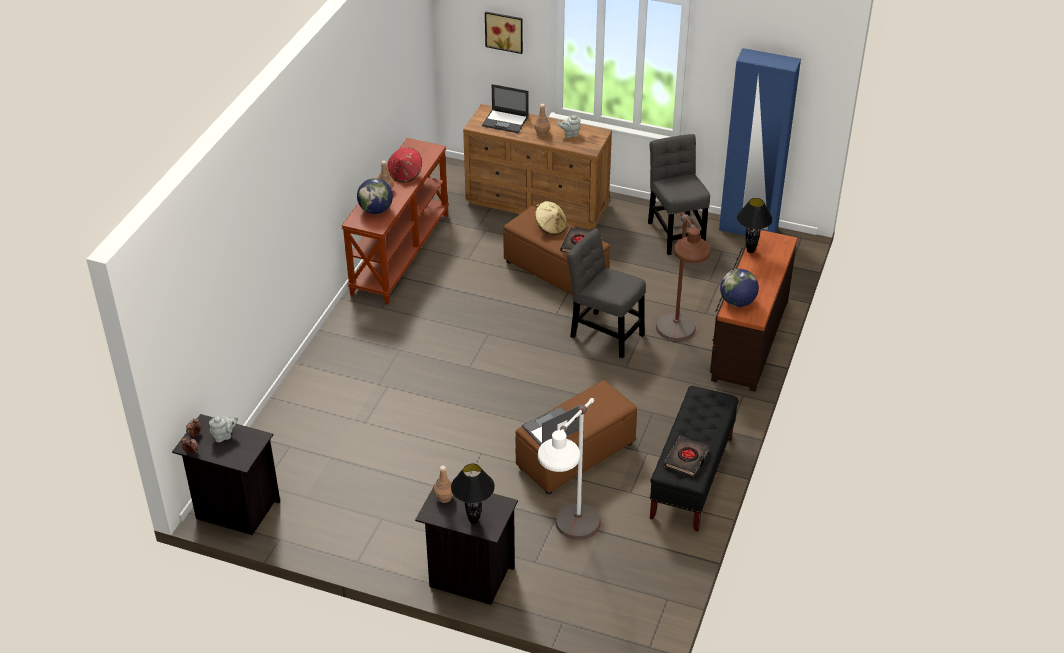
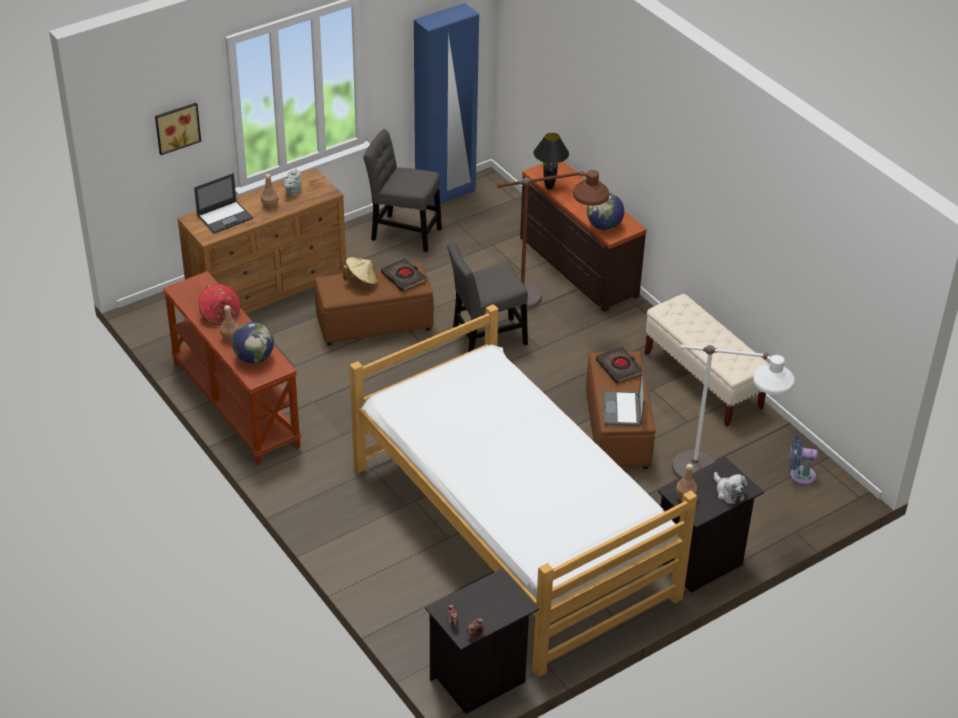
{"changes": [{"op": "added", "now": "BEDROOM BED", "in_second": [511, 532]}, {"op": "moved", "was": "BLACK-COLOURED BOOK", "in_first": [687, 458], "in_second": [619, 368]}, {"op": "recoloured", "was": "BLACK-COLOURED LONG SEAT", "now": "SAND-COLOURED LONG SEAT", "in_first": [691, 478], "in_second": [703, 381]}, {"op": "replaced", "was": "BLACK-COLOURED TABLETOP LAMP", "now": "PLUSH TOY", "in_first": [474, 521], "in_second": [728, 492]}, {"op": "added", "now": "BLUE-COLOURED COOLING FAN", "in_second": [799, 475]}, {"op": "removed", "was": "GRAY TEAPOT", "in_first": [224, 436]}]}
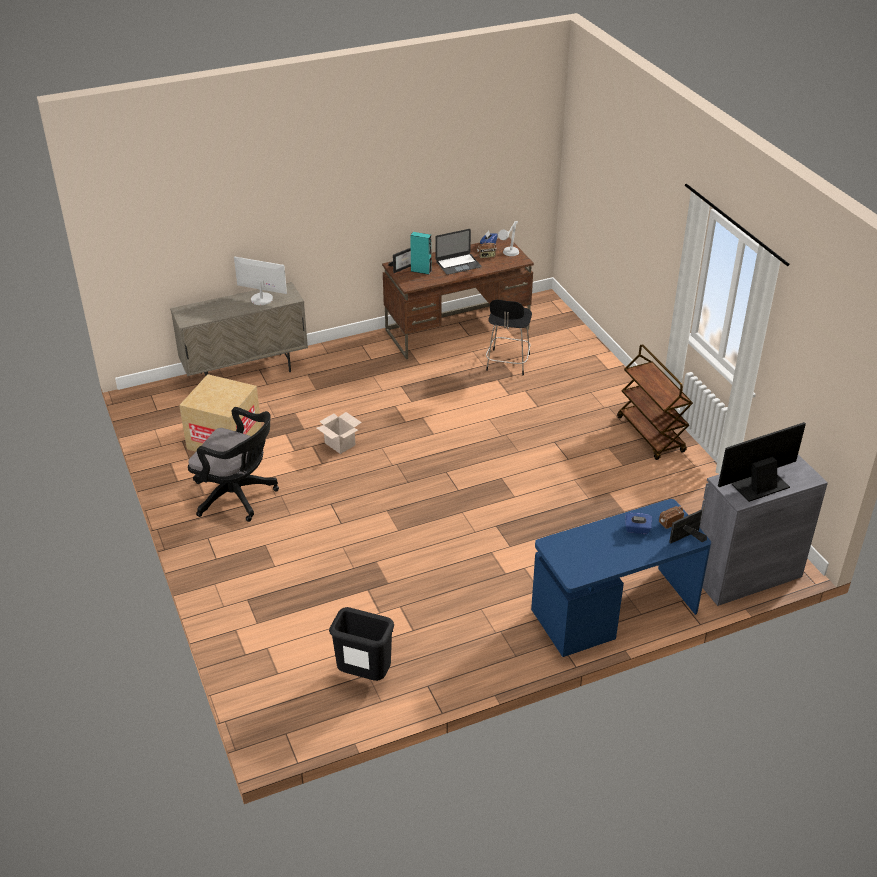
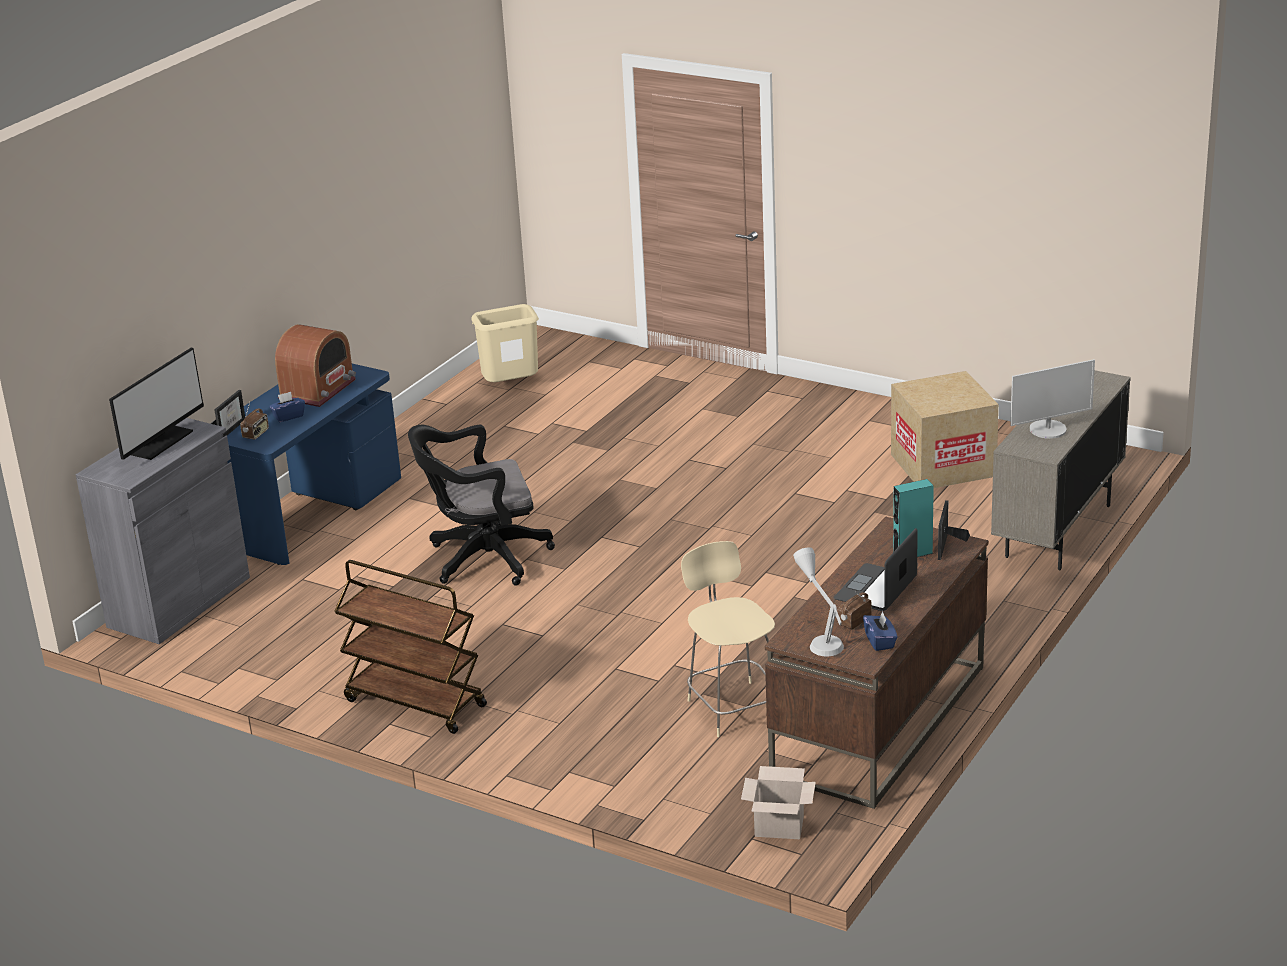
{"changes": [{"op": "added", "now": "RADIO", "in_second": [318, 389]}, {"op": "moved", "was": "BLACK-COLOURED DESK CHAIR", "in_first": [238, 496], "in_second": [482, 559]}, {"op": "recoloured", "was": "BLACK-COLOURED RUBBISH BIN", "now": "SAND-COLOURED RUBBISH BIN", "in_first": [363, 676], "in_second": [511, 387]}, {"op": "recoloured", "was": "BLACK-COLOURED STOOL", "now": "SAND-COLOURED STOOL", "in_first": [507, 363], "in_second": [733, 707]}, {"op": "moved", "was": "CARDBOARD BOX", "in_first": [340, 444], "in_second": [777, 827]}]}
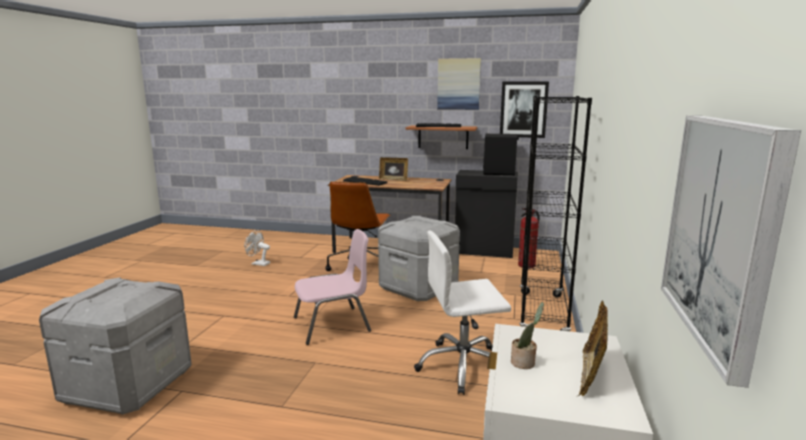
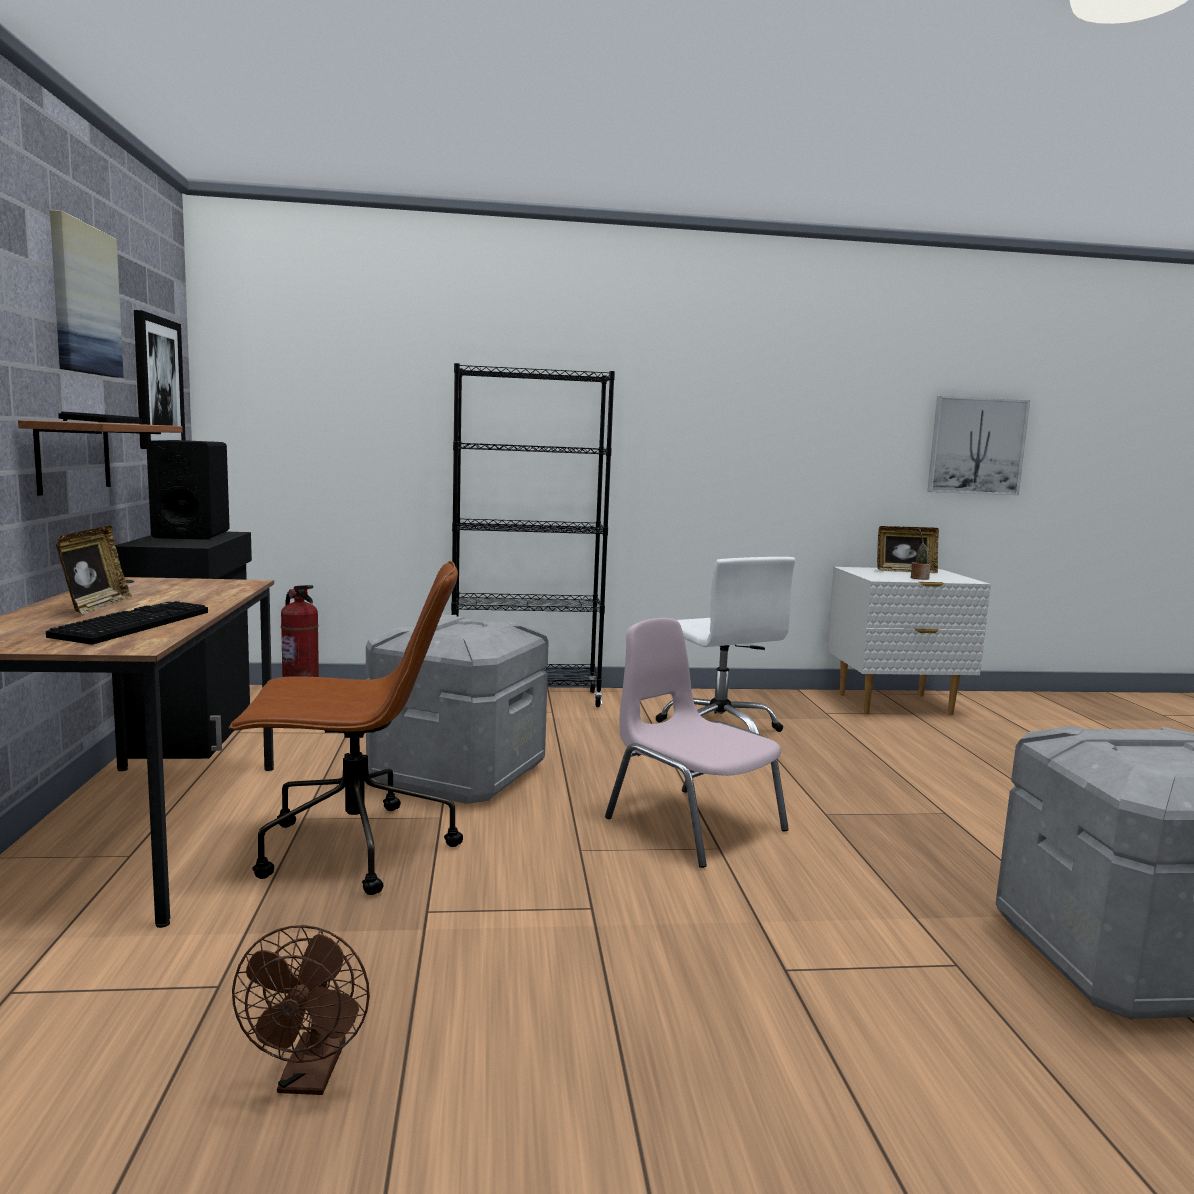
{"changes": [{"op": "recoloured", "was": "WHITISH COOLING FAN", "now": "BROWN-COLOURED COOLING FAN", "in_first": [258, 263], "in_second": [309, 1078]}]}
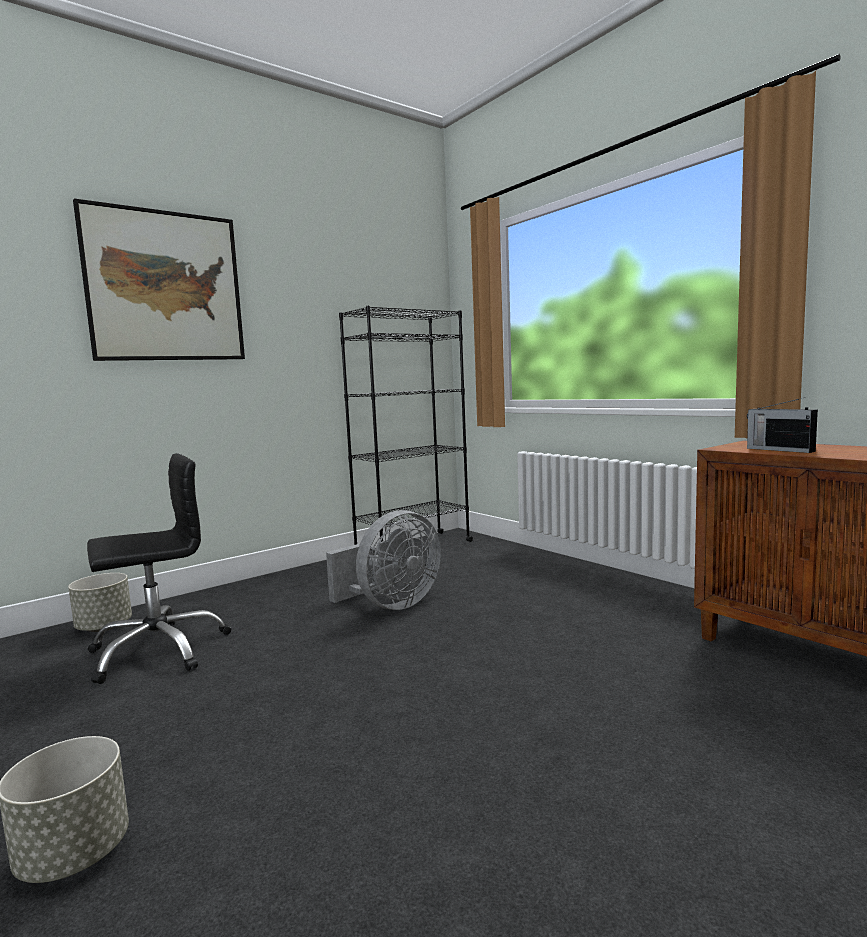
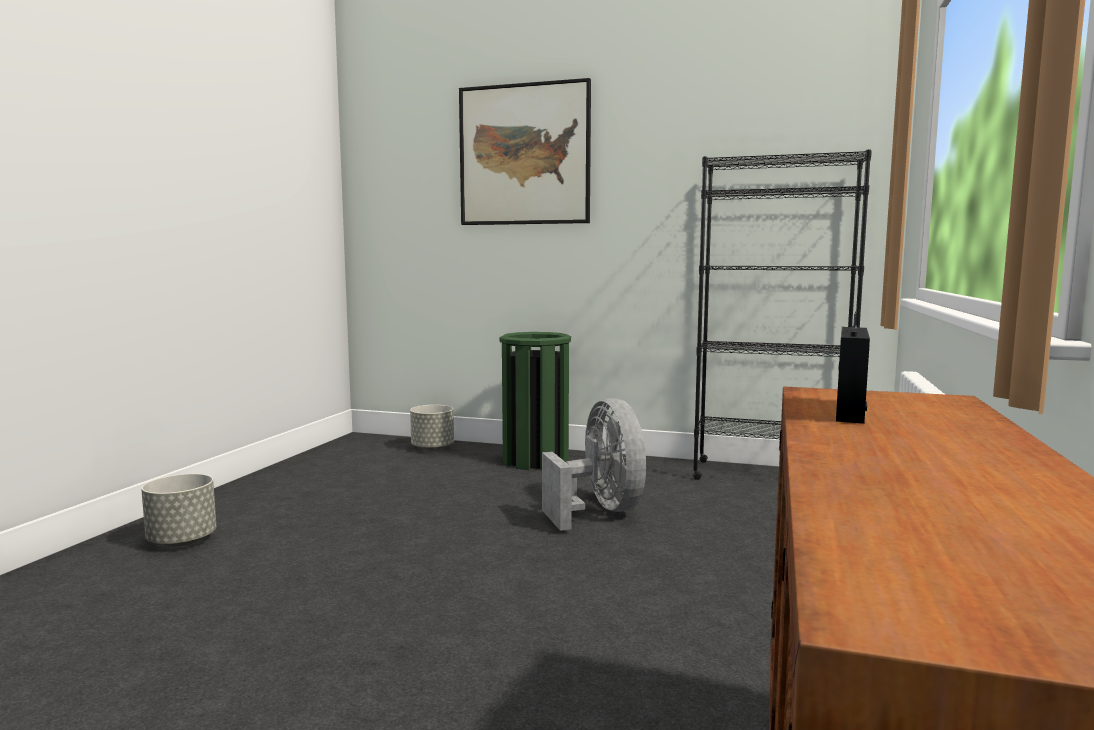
{"changes": [{"op": "added", "now": "GREENISH RUBBISH BIN", "in_second": [535, 460]}, {"op": "turned", "was": "GRAY COOLING FAN", "in_first": [391, 605], "in_second": [600, 511], "clockwise": -120}, {"op": "removed", "was": "BLACK-COLOURED DESK CHAIR", "in_first": [158, 650]}]}
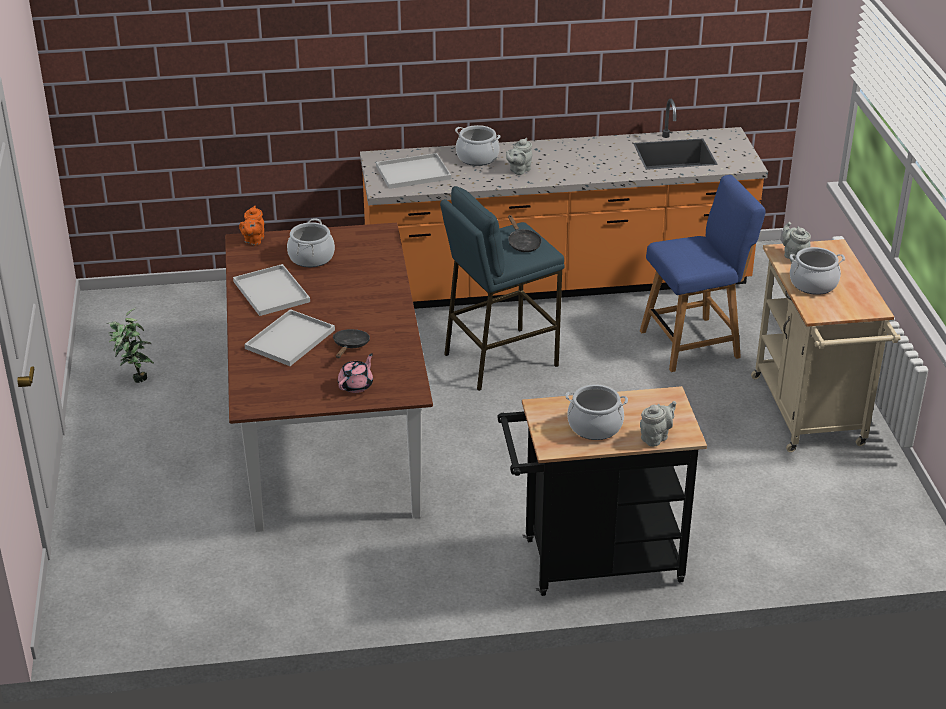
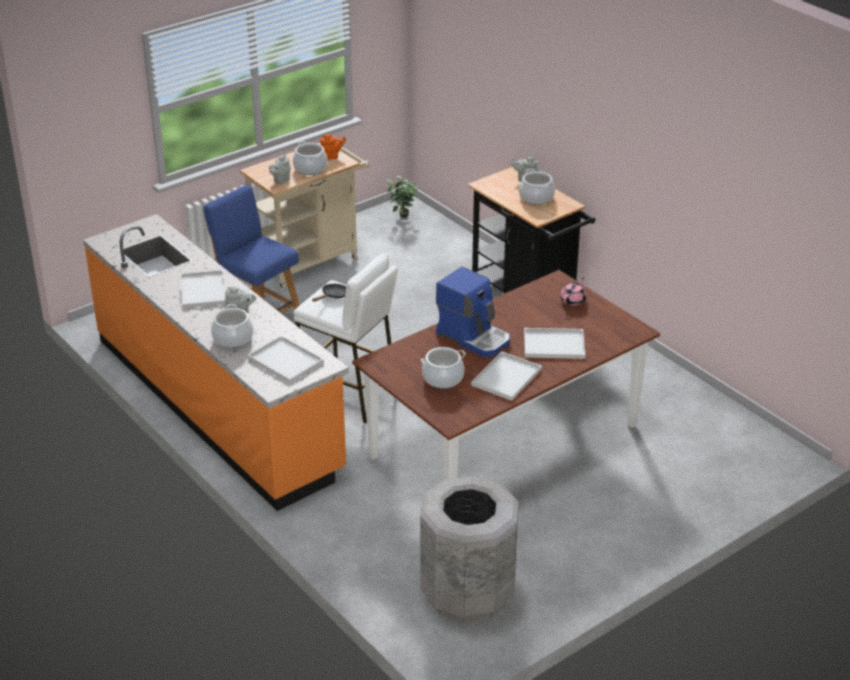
{"changes": [{"op": "added", "now": "WHITISH TRAY", "in_second": [202, 289]}, {"op": "recoloured", "was": "BLUE-COLOURED STOOL", "now": "WHITISH STOOL", "in_first": [499, 359], "in_second": [349, 396]}, {"op": "moved", "was": "ORANGE-COLOURED TEAPOT", "in_first": [253, 240], "in_second": [332, 157]}, {"op": "moved", "was": "HOUSEPLANT", "in_first": [134, 377], "in_second": [403, 218]}, {"op": "added", "now": "GRAY RUBBISH BIN", "in_second": [467, 594]}, {"op": "added", "now": "COFFEE MAKER", "in_second": [474, 337]}, {"op": "turned", "was": "PINKISH TEAPOT", "in_first": [356, 385], "in_second": [573, 300], "clockwise": 120}, {"op": "removed", "was": "BLACK-COLOURED FRYING PAN", "in_first": [350, 346]}]}
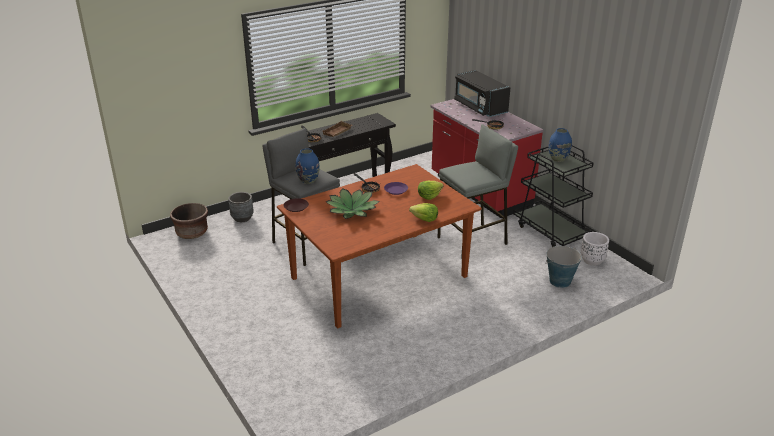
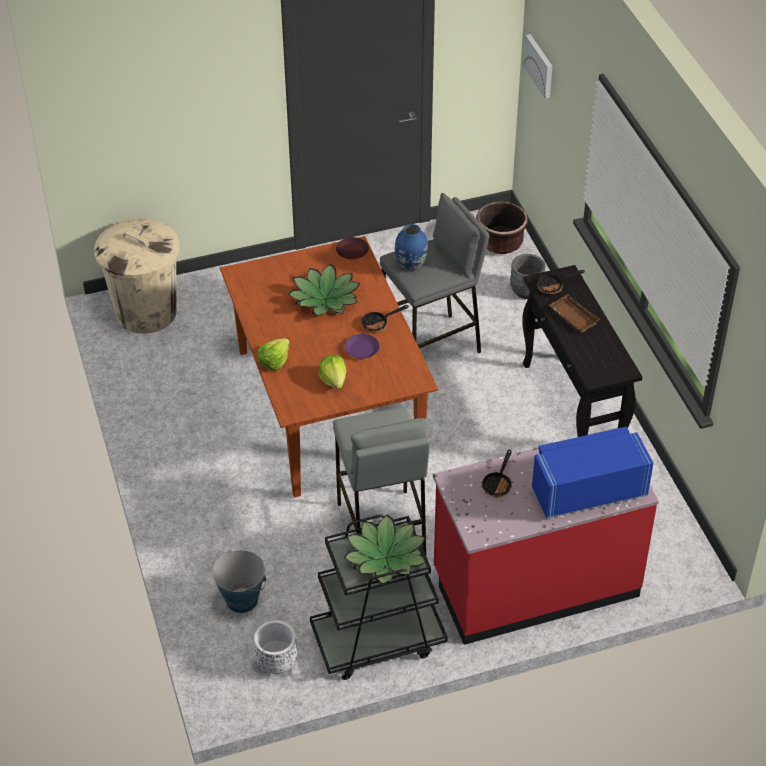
{"changes": [{"op": "added", "now": "SAND-COLOURED RUBBISH BIN", "in_second": [146, 312]}, {"op": "replaced", "was": "BLUE-COLOURED FLOWER VASE", "now": "HOUSEPLANT", "in_first": [558, 159], "in_second": [386, 557]}, {"op": "added", "now": "WALL ART", "in_second": [540, 65]}, {"op": "recoloured", "was": "BLACK-COLOURED MICROWAVE", "now": "BLUE-COLOURED MICROWAVE", "in_first": [479, 107], "in_second": [588, 491]}]}
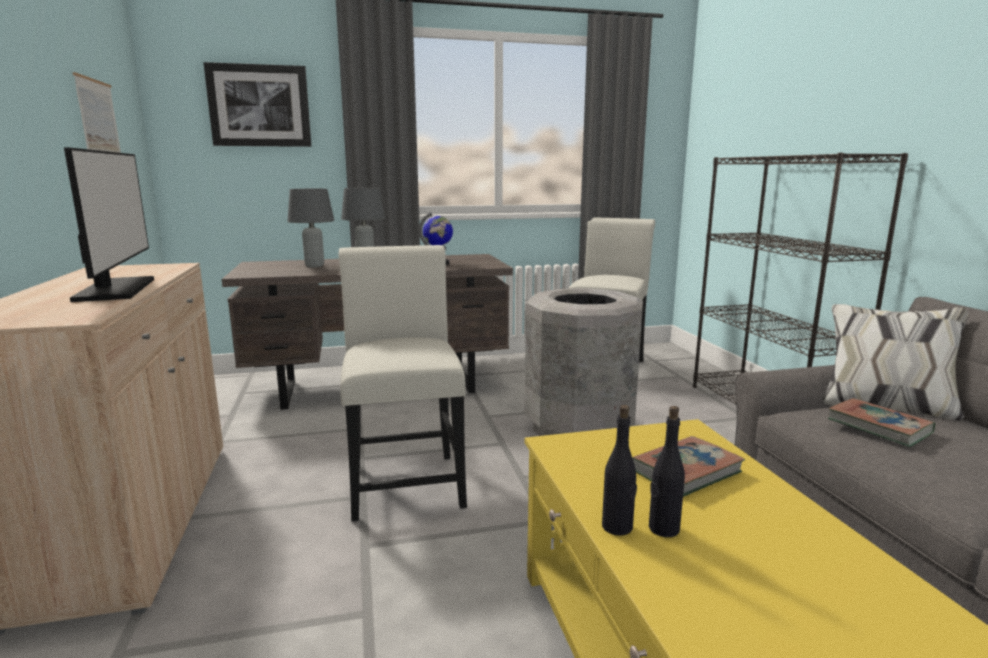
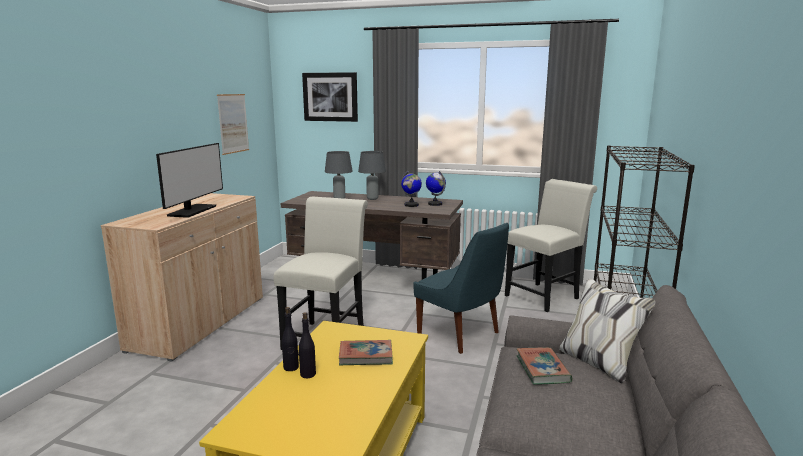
{"changes": [{"op": "replaced", "was": "GRAY RUBBISH BIN", "now": "BLUE-COLOURED CHAIR", "in_first": [580, 429], "in_second": [461, 335]}, {"op": "added", "now": "WORLD GLOBE", "in_second": [435, 204]}]}
